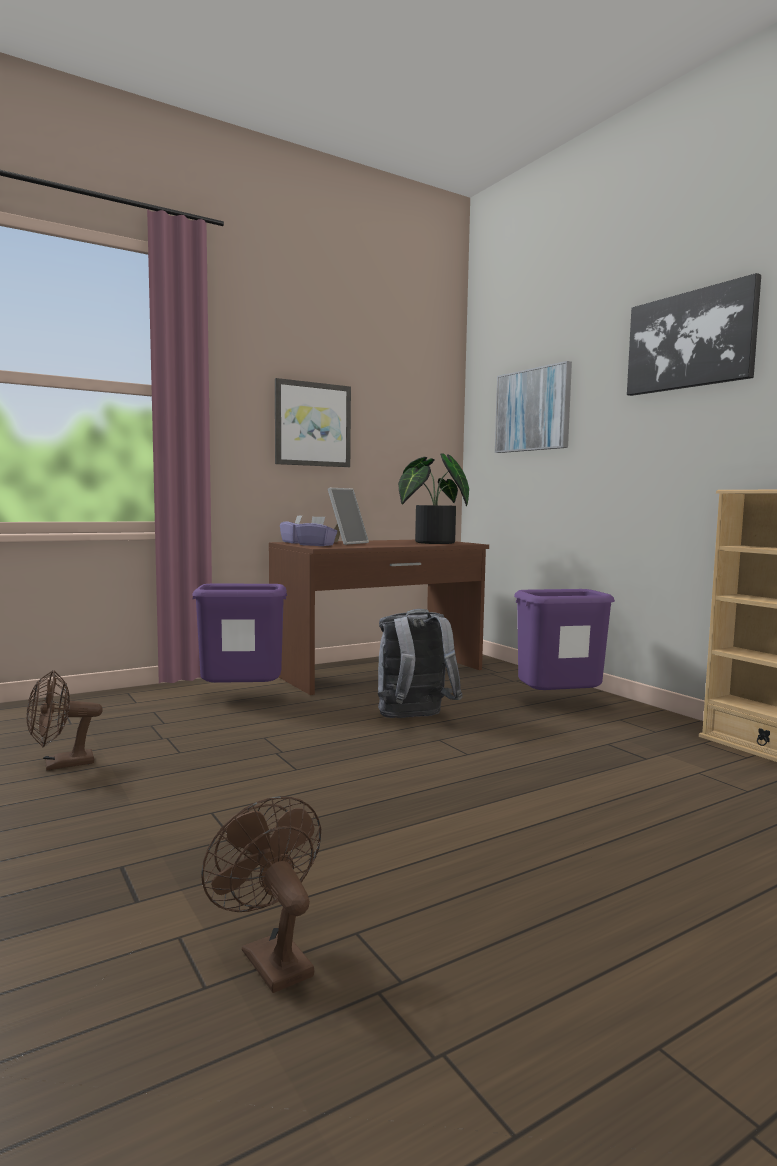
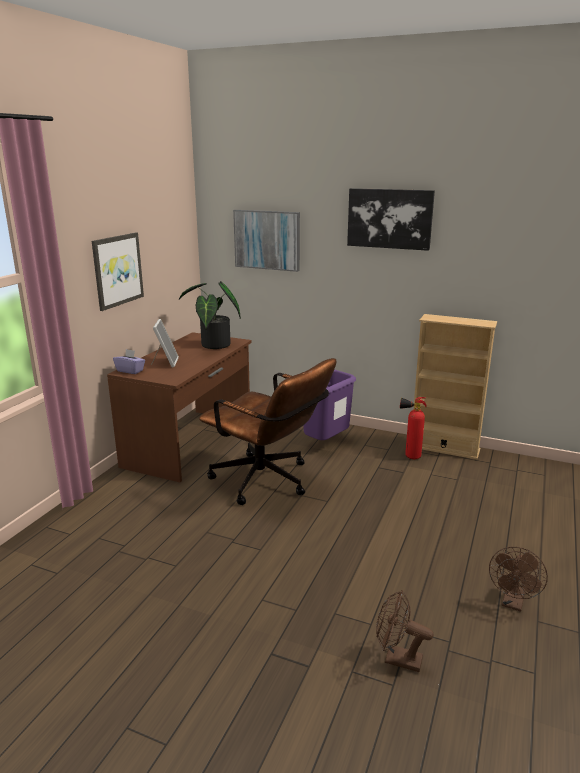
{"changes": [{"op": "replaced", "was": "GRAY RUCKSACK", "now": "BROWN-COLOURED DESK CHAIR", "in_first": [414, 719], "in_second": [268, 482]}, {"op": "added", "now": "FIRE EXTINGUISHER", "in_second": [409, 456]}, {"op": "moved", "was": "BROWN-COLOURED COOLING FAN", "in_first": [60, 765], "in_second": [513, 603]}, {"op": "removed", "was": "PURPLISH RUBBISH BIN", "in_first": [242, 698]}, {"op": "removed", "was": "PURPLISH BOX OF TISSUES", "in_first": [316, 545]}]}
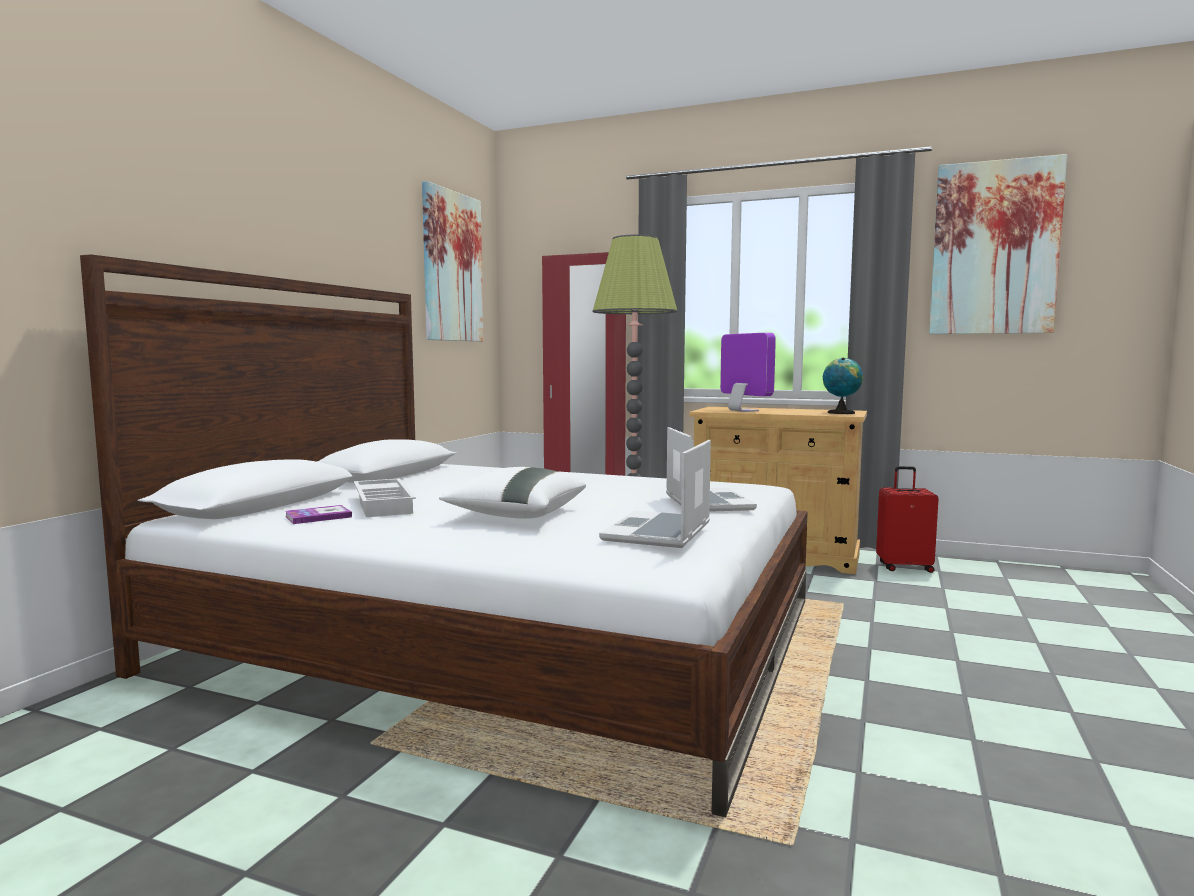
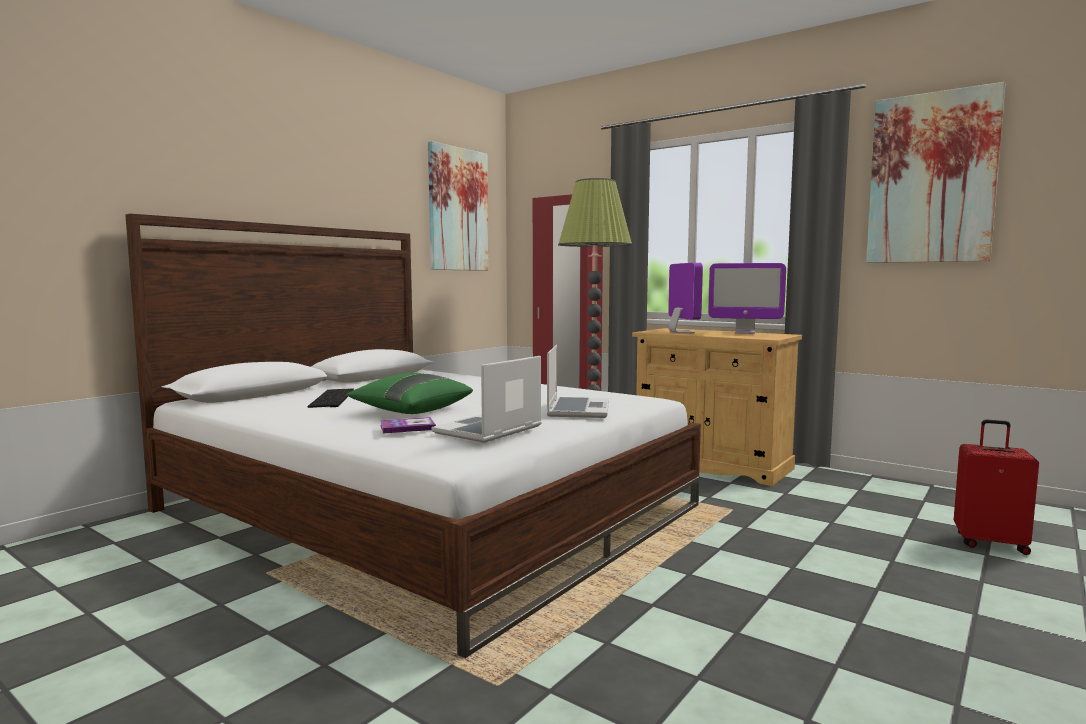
{"changes": [{"op": "replaced", "was": "WHITISH TRAY", "now": "COMPUTER KEYBOARD", "in_first": [385, 504], "in_second": [334, 398]}, {"op": "recoloured", "was": "WHITISH PILLOW", "now": "GREENISH PILLOW", "in_first": [516, 515], "in_second": [410, 411]}, {"op": "moved", "was": "BOOK", "in_first": [318, 516], "in_second": [407, 427]}, {"op": "added", "now": "COMPUTER DISPLAY", "in_second": [744, 333]}, {"op": "moved", "was": "REDDISH SUITCASE", "in_first": [904, 567], "in_second": [990, 543]}, {"op": "removed", "was": "WORLD GLOBE", "in_first": [841, 412]}]}
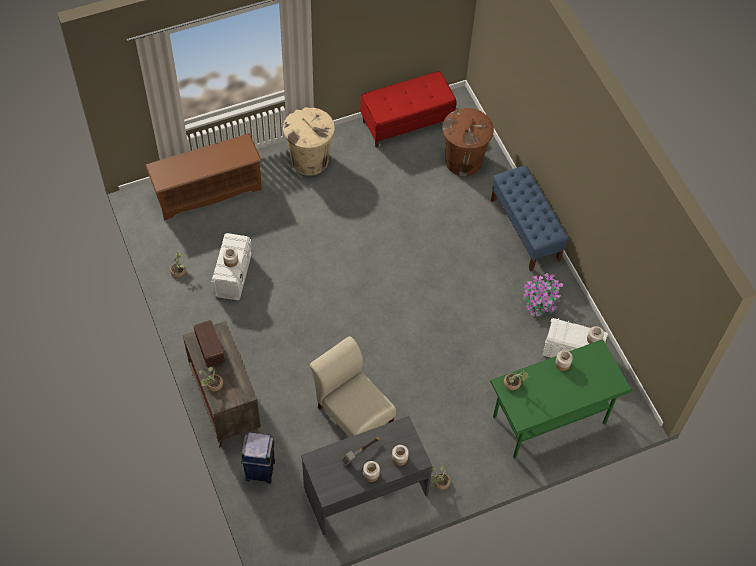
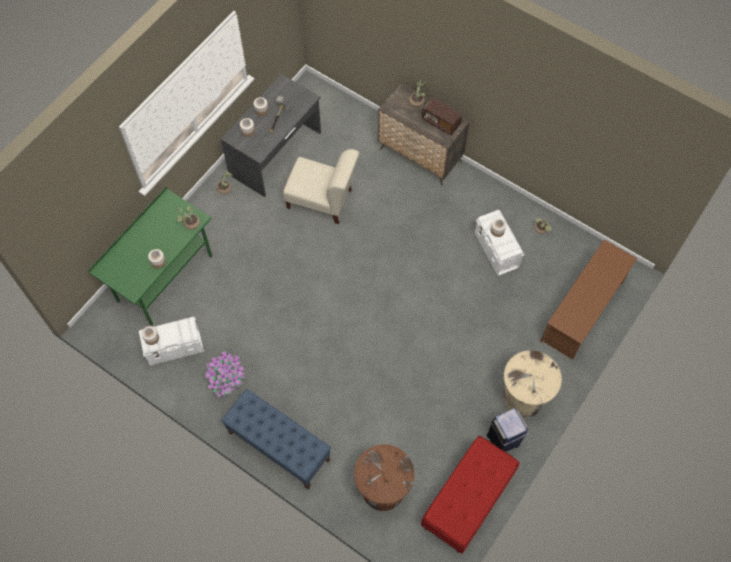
{"changes": [{"op": "moved", "was": "BLUE-COLOURED RUBBISH BIN", "in_first": [260, 469], "in_second": [503, 441]}]}
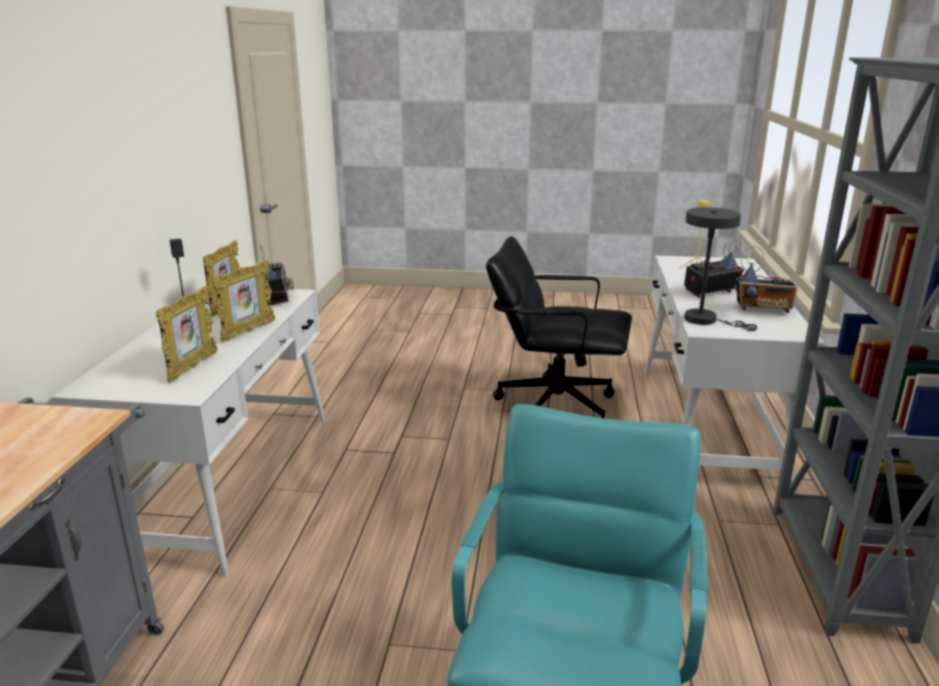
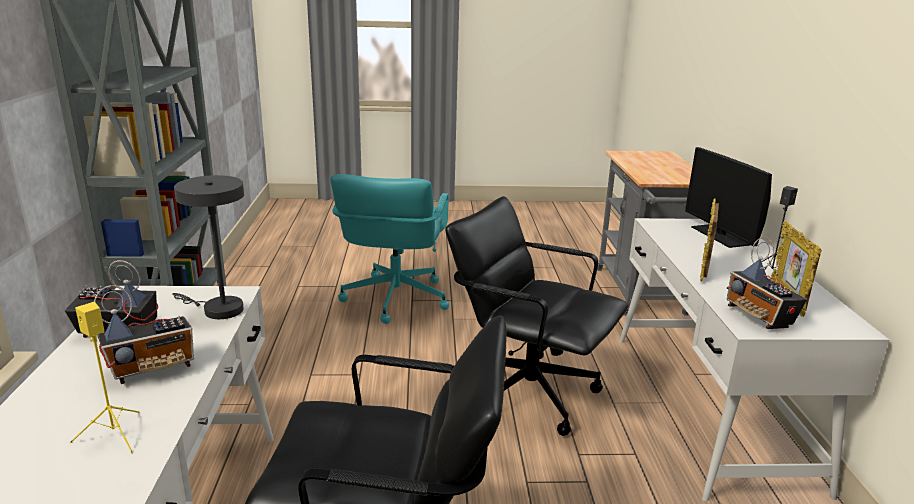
{"changes": [{"op": "added", "now": "BLACK-COLOURED DESK CHAIR", "in_second": [528, 392]}, {"op": "added", "now": "COMPUTER DISPLAY", "in_second": [720, 235]}, {"op": "removed", "was": "STANDING FRAME", "in_first": [192, 367]}]}
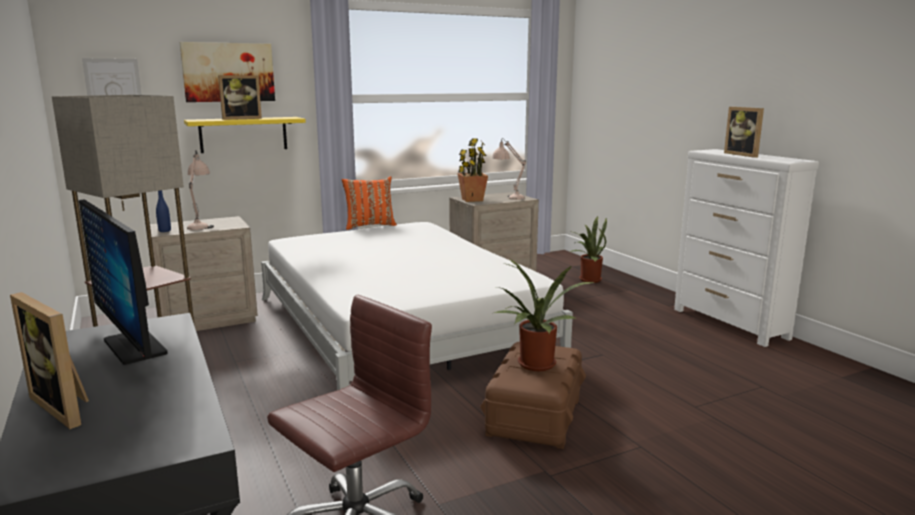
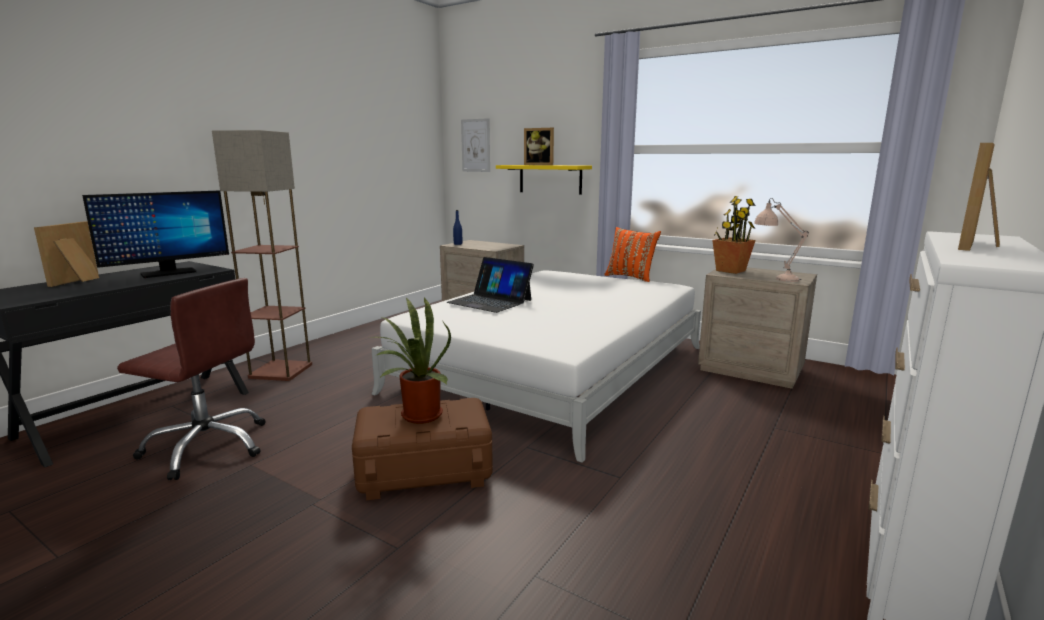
{"changes": [{"op": "turned", "was": "COMPUTER DISPLAY", "in_first": [135, 346], "in_second": [168, 273], "clockwise": -150}, {"op": "added", "now": "PORTABLE COMPUTER", "in_second": [490, 301]}, {"op": "removed", "was": "WALL ART", "in_first": [228, 72]}, {"op": "removed", "was": "SAND-COLOURED TABLETOP LAMP", "in_first": [201, 225]}, {"op": "removed", "was": "HOUSEPLANT", "in_first": [588, 279]}]}
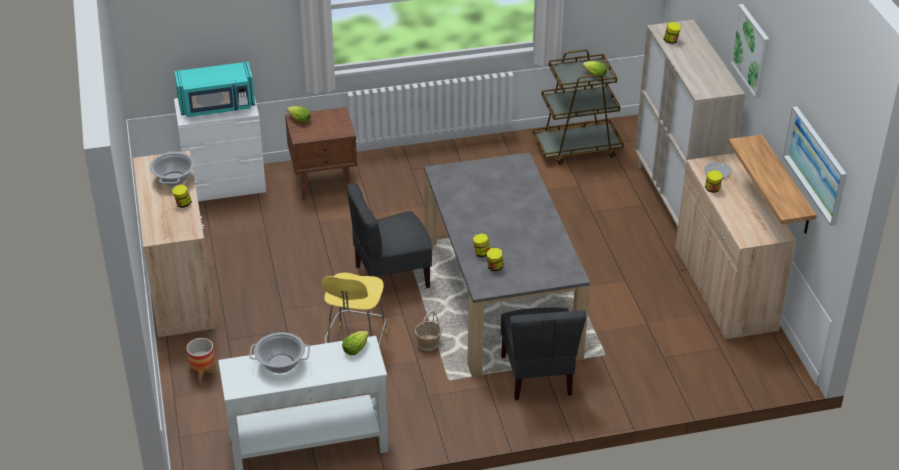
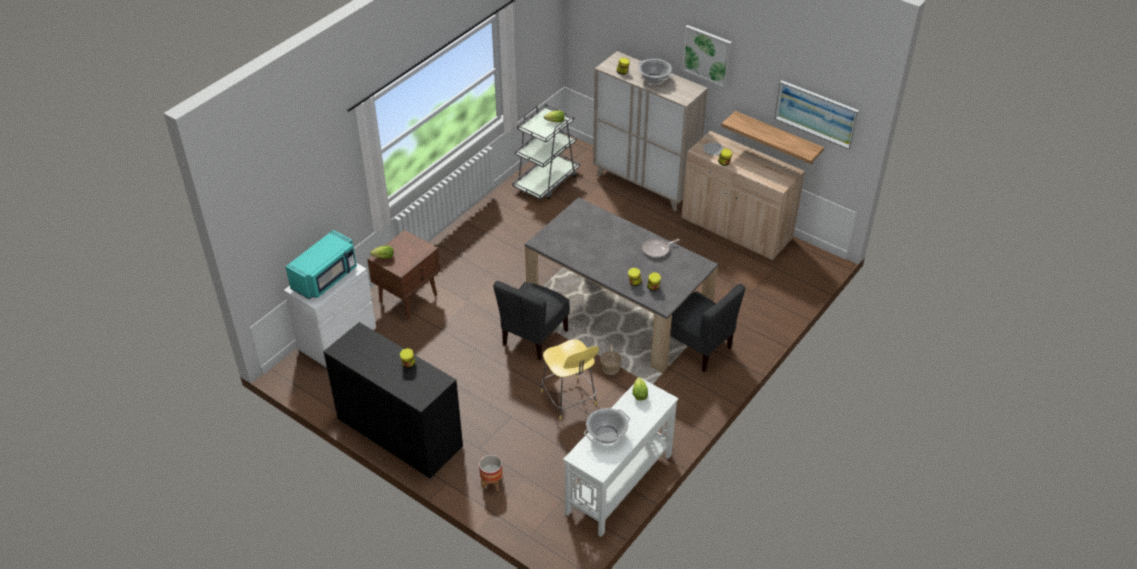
{"changes": [{"op": "recoloured", "was": "SAND-COLOURED STORAGE CABINET", "now": "BLACK-COLOURED STORAGE CABINET", "in_first": [181, 288], "in_second": [400, 433]}, {"op": "recoloured", "was": "BROWN-COLOURED WHEELED CART", "now": "GRAY WHEELED CART", "in_first": [577, 148], "in_second": [546, 181]}, {"op": "moved", "was": "COOKING POT", "in_first": [173, 179], "in_second": [654, 79]}, {"op": "added", "now": "FRYING PAN", "in_second": [657, 250]}]}
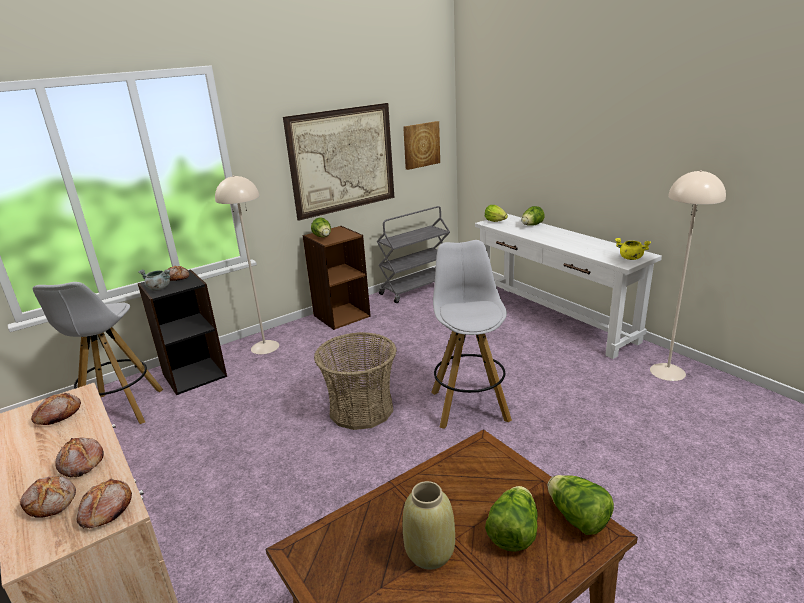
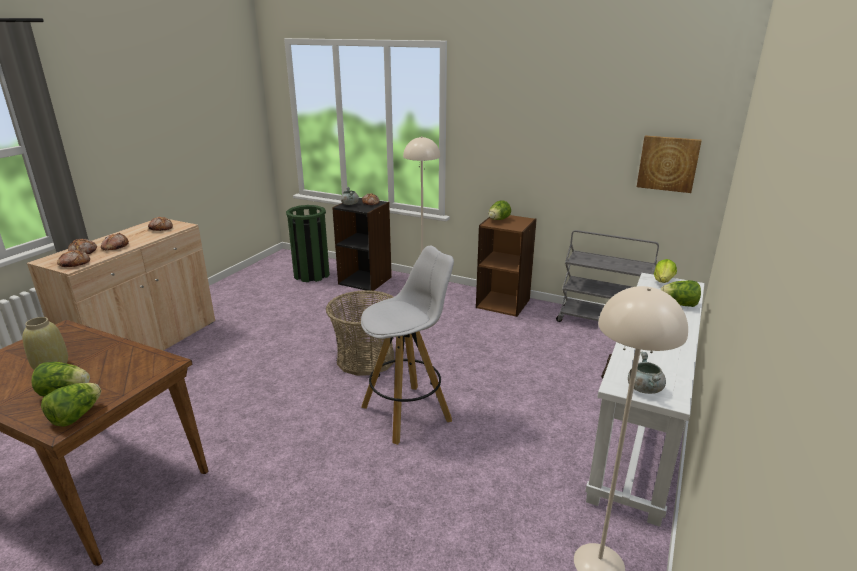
{"changes": [{"op": "replaced", "was": "WHITISH STOOL", "now": "GREENISH RUBBISH BIN", "in_first": [120, 410], "in_second": [311, 274]}, {"op": "recoloured", "was": "YELLOWISH COOKING POT", "now": "GRAY COOKING POT", "in_first": [630, 258], "in_second": [644, 388]}, {"op": "removed", "was": "WALL ART", "in_first": [342, 160]}]}
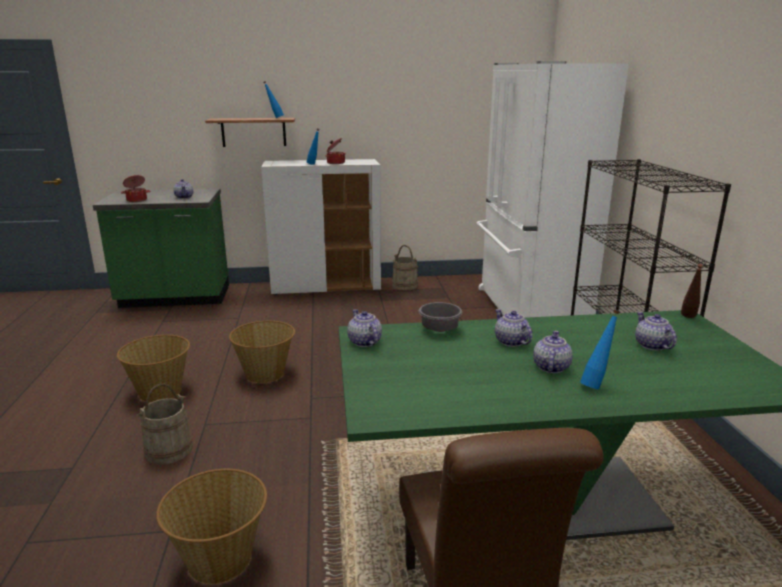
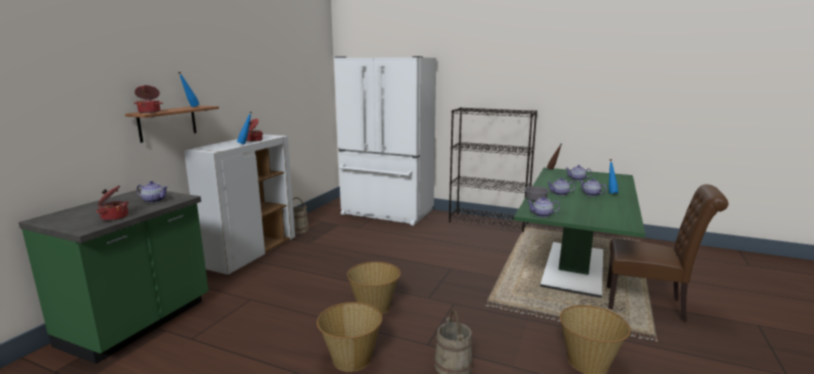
{"changes": [{"op": "added", "now": "COOKING POT", "in_second": [150, 112]}]}
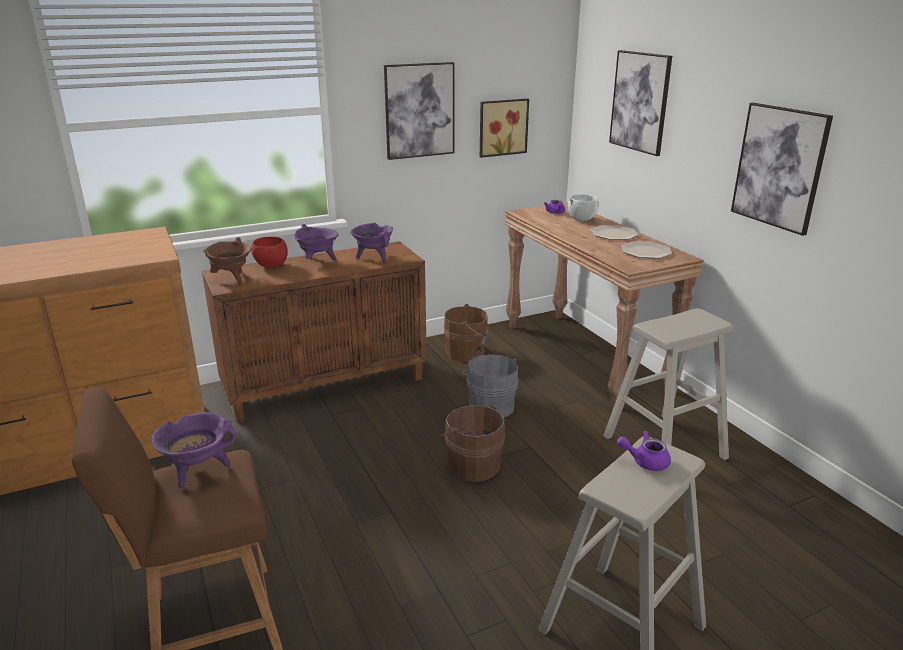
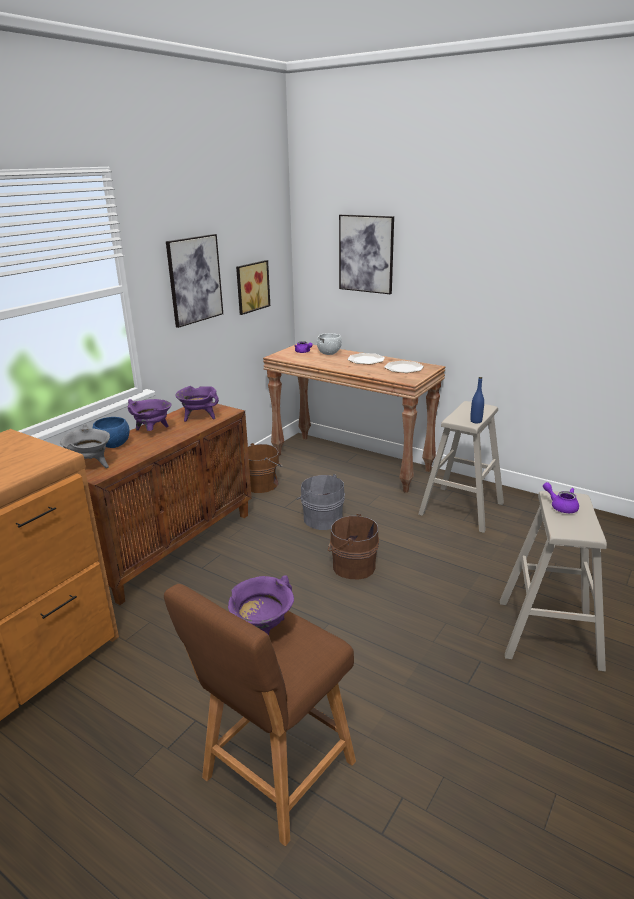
{"changes": [{"op": "recoloured", "was": "BROWN-COLOURED COOKING POT", "now": "GRAY COOKING POT", "in_first": [231, 279], "in_second": [91, 466]}, {"op": "recoloured", "was": "REDDISH DEEP DISH", "now": "BLUE-COLOURED DEEP DISH", "in_first": [271, 266], "in_second": [114, 445]}, {"op": "added", "now": "BLUE-COLOURED DRINK BOTTLE", "in_second": [476, 421]}, {"op": "turned", "was": "PURPLISH TEAPOT", "in_first": [645, 461], "in_second": [561, 506], "clockwise": 75}, {"op": "removed", "was": "WALL ART", "in_first": [779, 167]}]}
